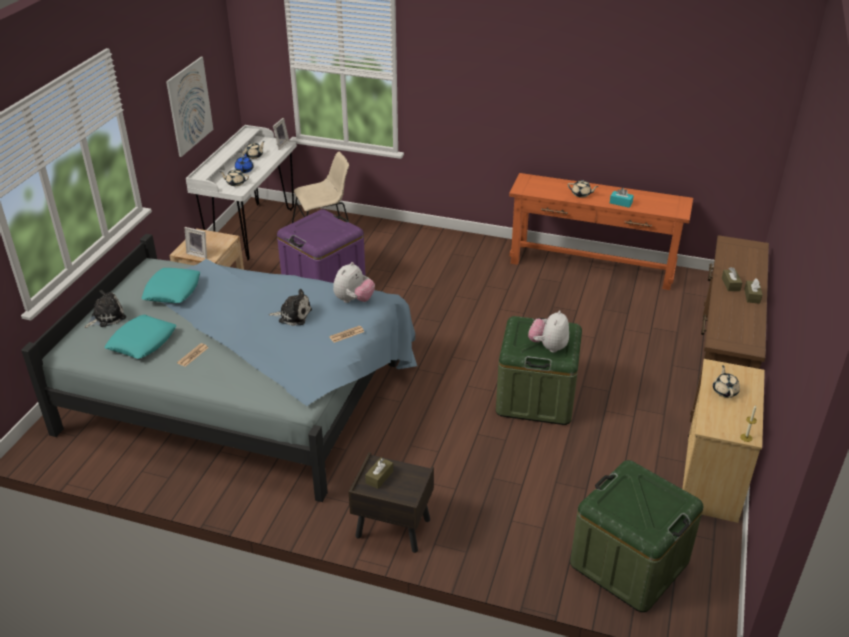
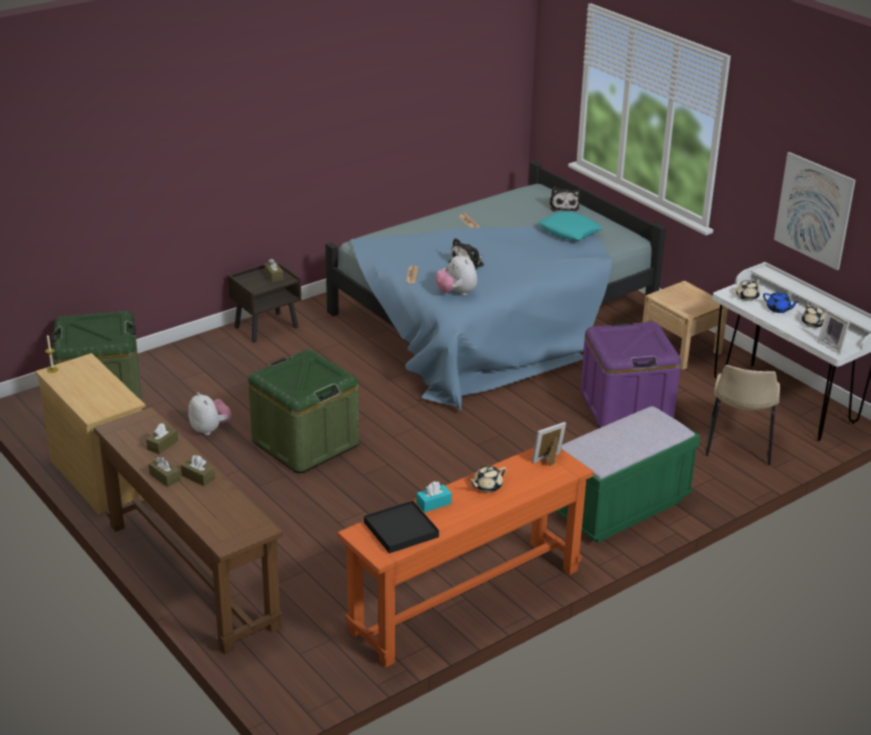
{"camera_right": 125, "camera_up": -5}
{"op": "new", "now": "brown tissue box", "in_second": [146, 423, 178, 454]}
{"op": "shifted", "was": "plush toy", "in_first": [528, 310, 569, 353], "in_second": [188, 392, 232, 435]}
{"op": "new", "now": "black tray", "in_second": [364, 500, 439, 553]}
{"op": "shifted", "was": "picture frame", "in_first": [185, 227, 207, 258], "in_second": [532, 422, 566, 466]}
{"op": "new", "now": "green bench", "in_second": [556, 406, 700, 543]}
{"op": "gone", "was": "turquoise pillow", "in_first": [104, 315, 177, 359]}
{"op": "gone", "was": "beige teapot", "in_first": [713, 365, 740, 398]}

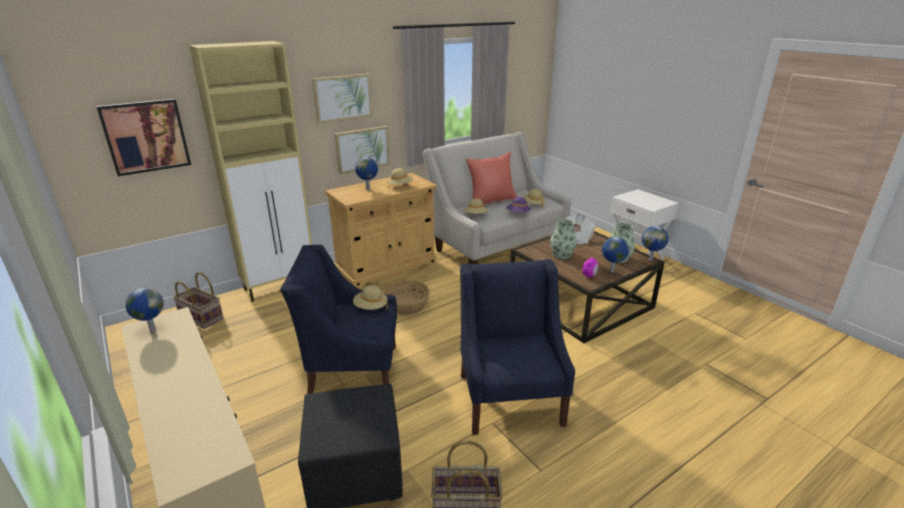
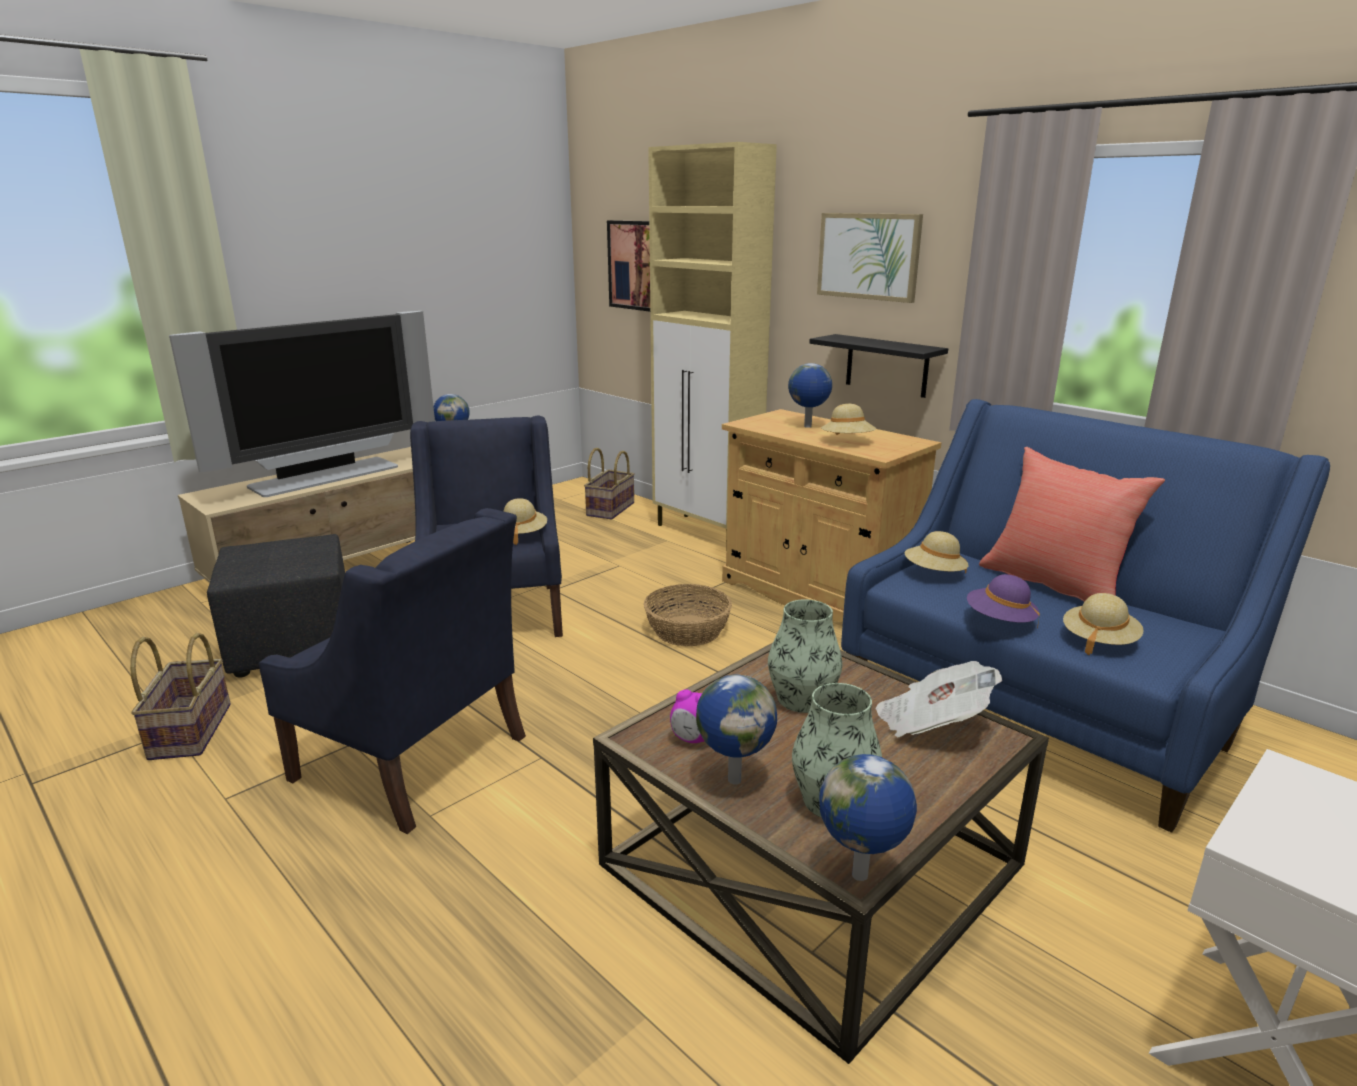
{"camera_right": 80, "camera_up": -5}
{"op": "new", "now": "television", "in_second": [169, 311, 435, 497]}
{"op": "rotated", "was": "blue armchair", "in_first": [460, 259, 575, 435], "in_second": [259, 508, 526, 834], "clockwise": 45}
{"op": "swapped", "was": "picture", "now": "black shelf", "in_first": [335, 126, 390, 174], "in_second": [809, 334, 948, 398]}
{"op": "repainted", "was": "beige sofa", "now": "blue sofa", "in_first": [423, 132, 571, 265], "in_second": [841, 399, 1330, 833]}

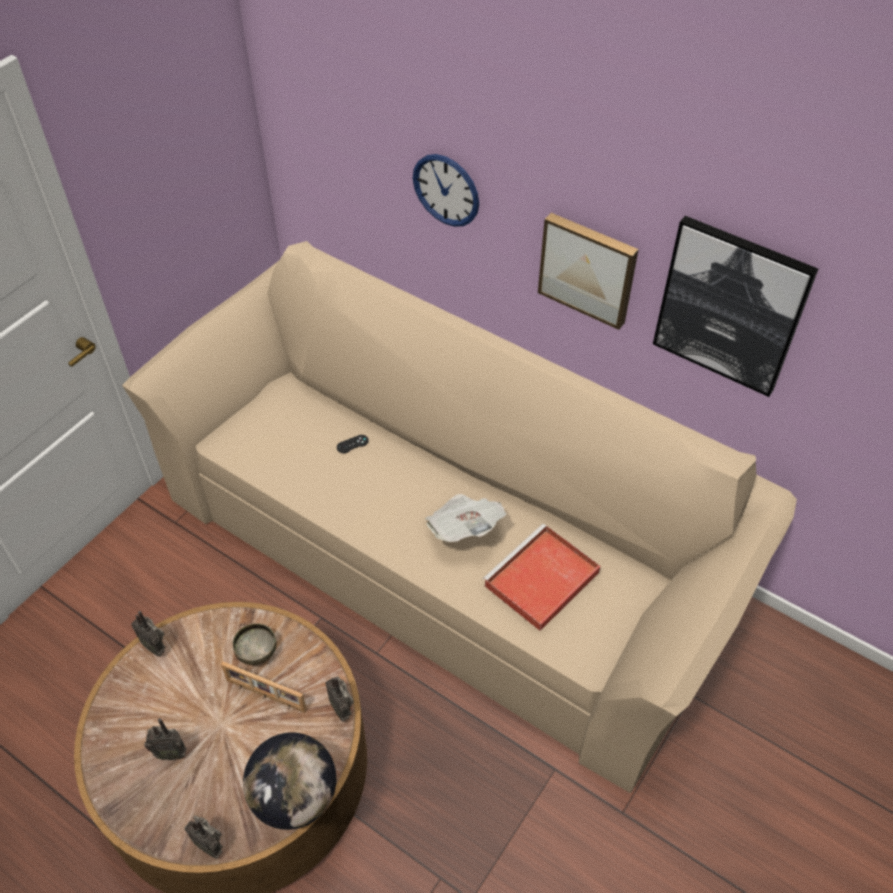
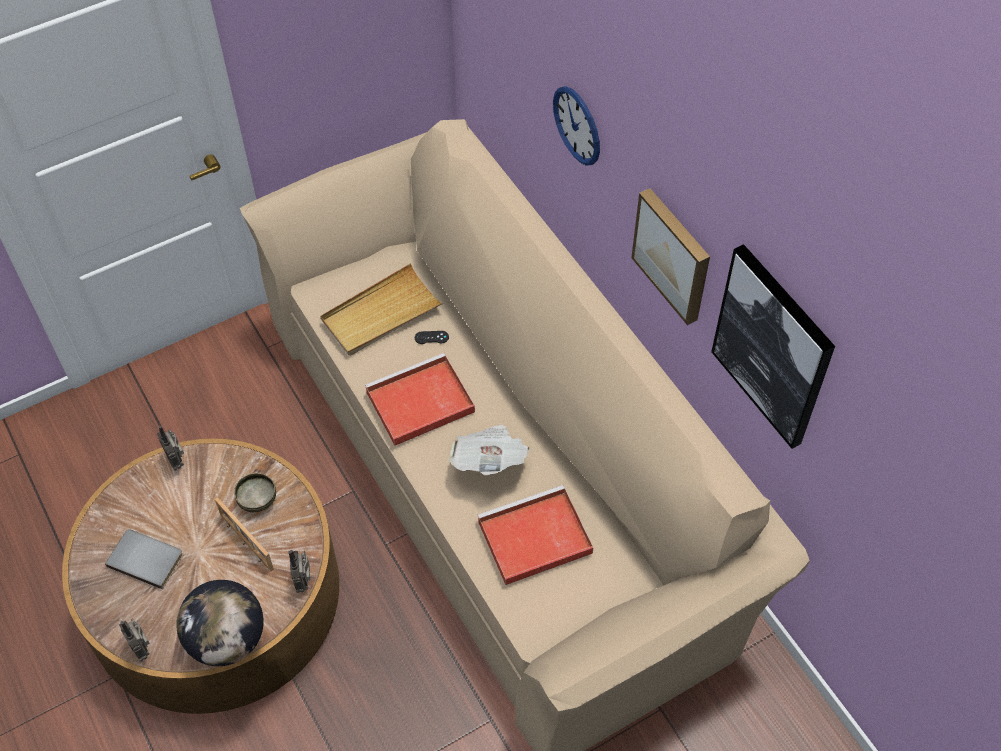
{"camera_right": 25, "camera_up": 5}
{"op": "swapped", "was": "radio", "now": "grey book", "in_first": [144, 718, 186, 760], "in_second": [105, 529, 183, 589]}
{"op": "new", "now": "beige tray", "in_second": [320, 263, 444, 356]}
{"op": "new", "now": "red tray", "in_second": [365, 353, 475, 446]}

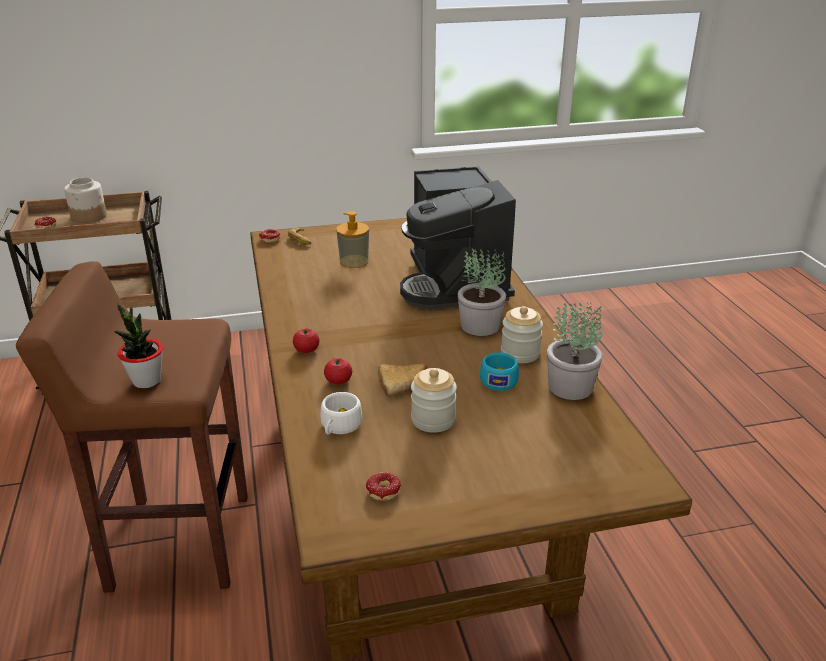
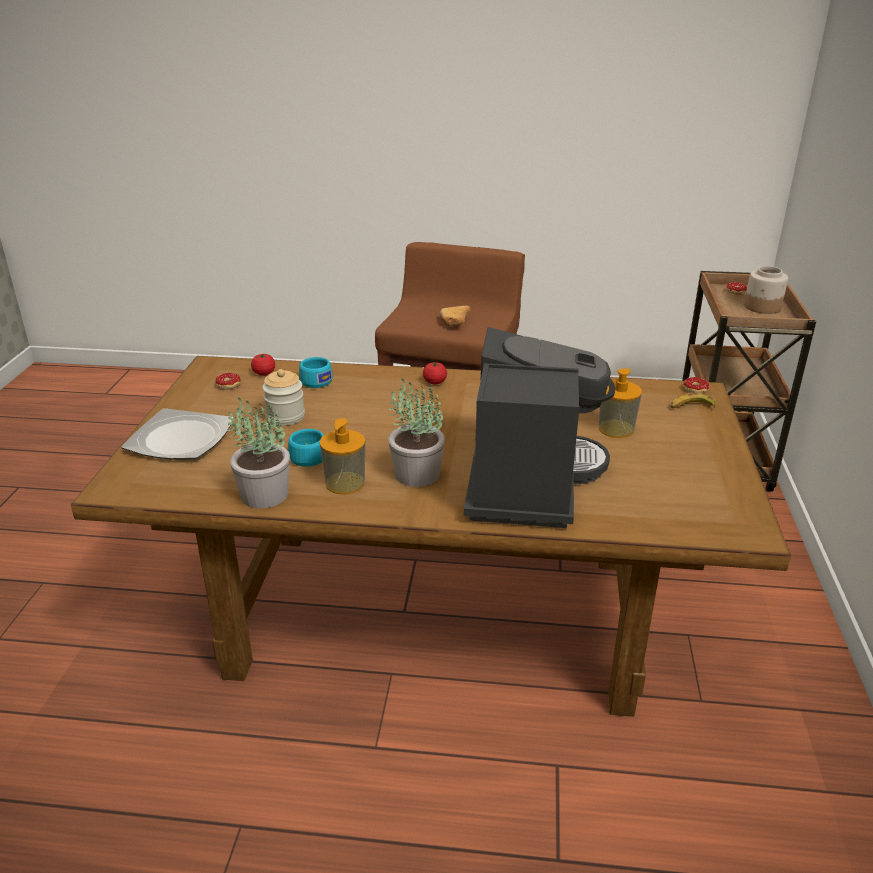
{"camera_right": 110, "camera_up": 0}
{"op": "new", "now": "plate", "in_second": [121, 408, 234, 460]}
{"op": "shifted", "was": "tomato", "in_first": [324, 357, 352, 385], "in_second": [251, 354, 275, 375]}
{"op": "repainted", "was": "white cup", "now": "turquoise cup", "in_first": [321, 392, 362, 434], "in_second": [299, 357, 333, 388]}
{"op": "swapped", "was": "jar", "now": "soap dispenser", "in_first": [501, 306, 543, 363], "in_second": [320, 418, 365, 495]}
{"op": "shifted", "was": "bread", "in_first": [378, 363, 427, 397], "in_second": [439, 306, 471, 327]}
{"op": "rotated", "was": "coffee machine", "in_first": [400, 166, 516, 309], "in_second": [464, 327, 615, 528], "clockwise": 90}
{"op": "gone", "was": "potted plant", "in_first": [114, 303, 163, 388]}

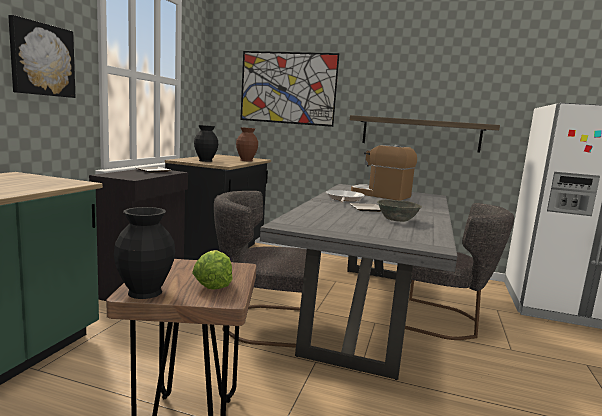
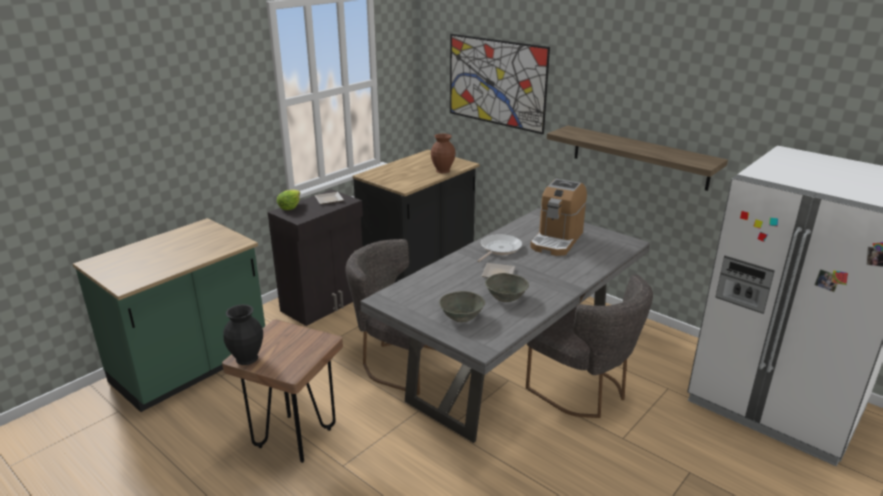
{"camera_right": 25, "camera_up": 15}
{"op": "shifted", "was": "lettuce", "in_first": [192, 250, 233, 290], "in_second": [277, 190, 301, 210]}
{"op": "new", "now": "grey bowl", "in_second": [439, 291, 485, 322]}
{"op": "rotated", "was": "coffee machine", "in_first": [351, 145, 417, 200], "in_second": [530, 179, 587, 256], "clockwise": -120}
{"op": "gone", "was": "picture", "in_first": [8, 15, 75, 98]}
{"op": "gone", "was": "black vase", "in_first": [194, 125, 218, 162]}

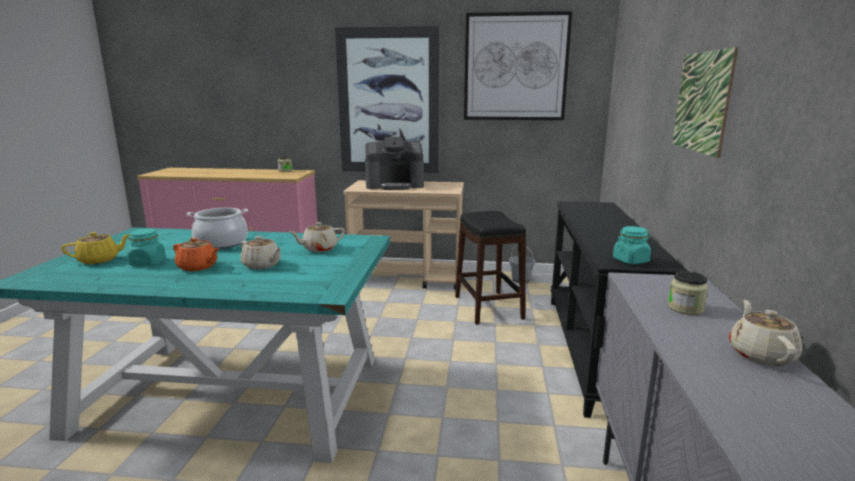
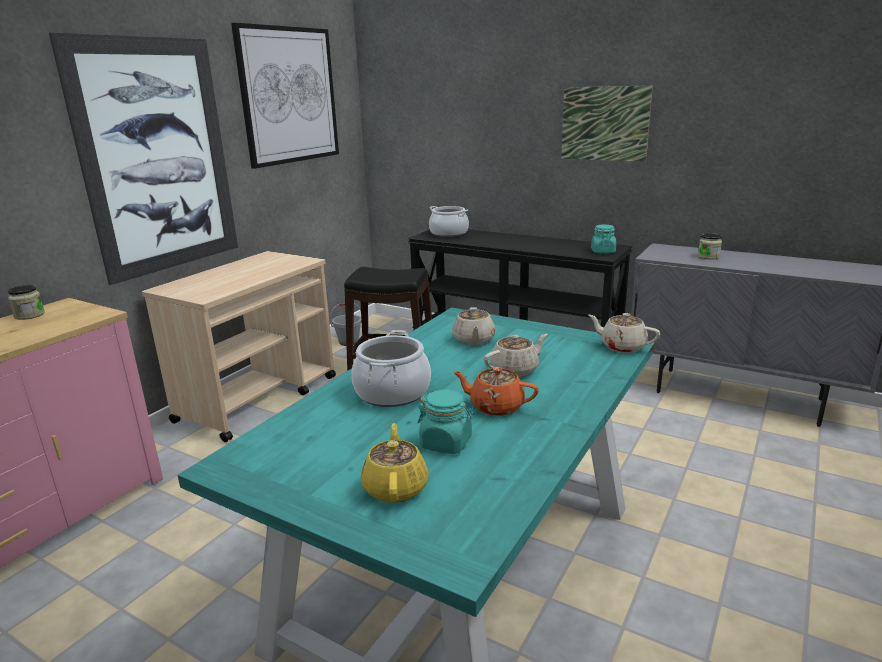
{"camera_right": -65, "camera_up": 5}
{"op": "new", "now": "cooking pot", "in_second": [429, 206, 469, 237]}
{"op": "rotated", "was": "orange teapot", "in_first": [173, 237, 220, 271], "in_second": [452, 367, 539, 416], "clockwise": -120}
{"op": "shifted", "was": "beige teapot", "in_first": [729, 300, 803, 366], "in_second": [588, 313, 660, 353]}
{"op": "gone", "was": "coffee machine", "in_first": [365, 137, 424, 190]}

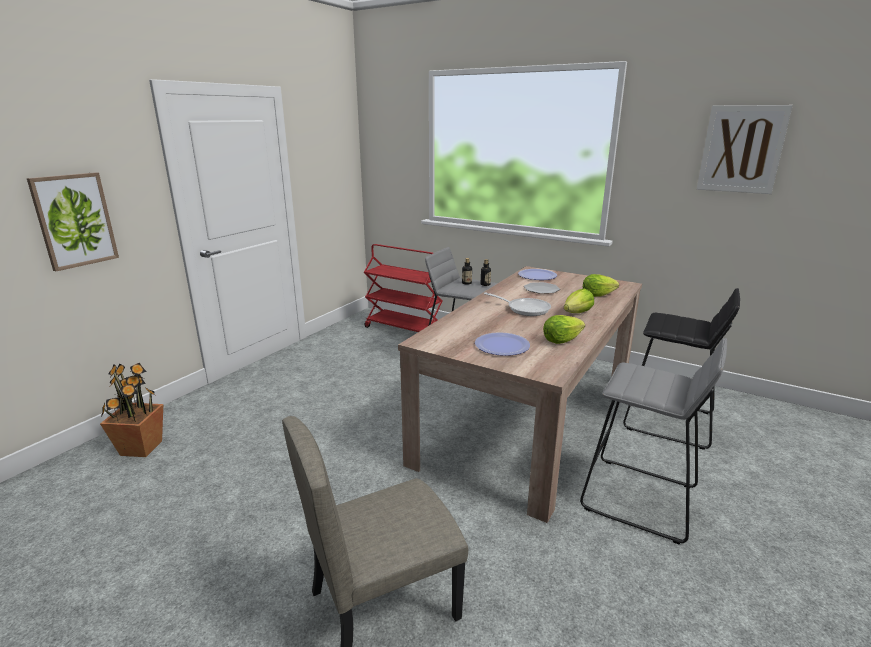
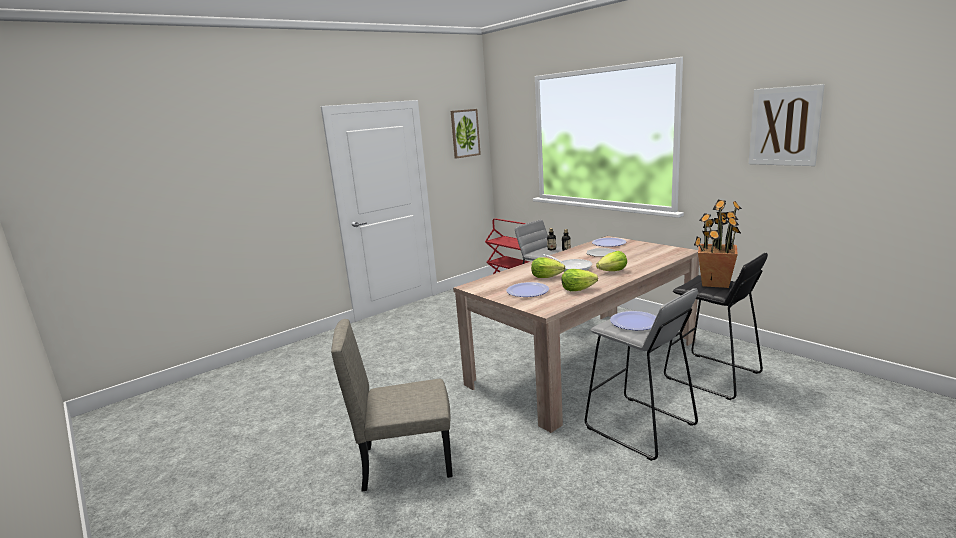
{"camera_right": 20, "camera_up": -5}
{"op": "shifted", "was": "picture", "in_first": [27, 172, 119, 271], "in_second": [451, 109, 481, 159]}
{"op": "shifted", "was": "lettuce", "in_first": [583, 274, 619, 297], "in_second": [531, 257, 565, 278]}
{"op": "new", "now": "plate", "in_second": [610, 311, 657, 330]}
{"op": "shifted", "was": "potted plant", "in_first": [100, 363, 163, 457], "in_second": [694, 200, 742, 288]}

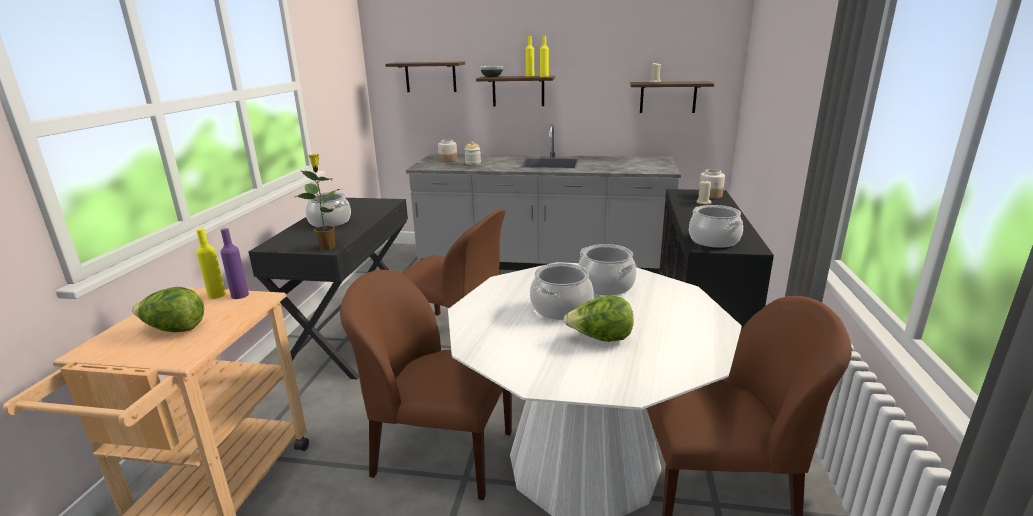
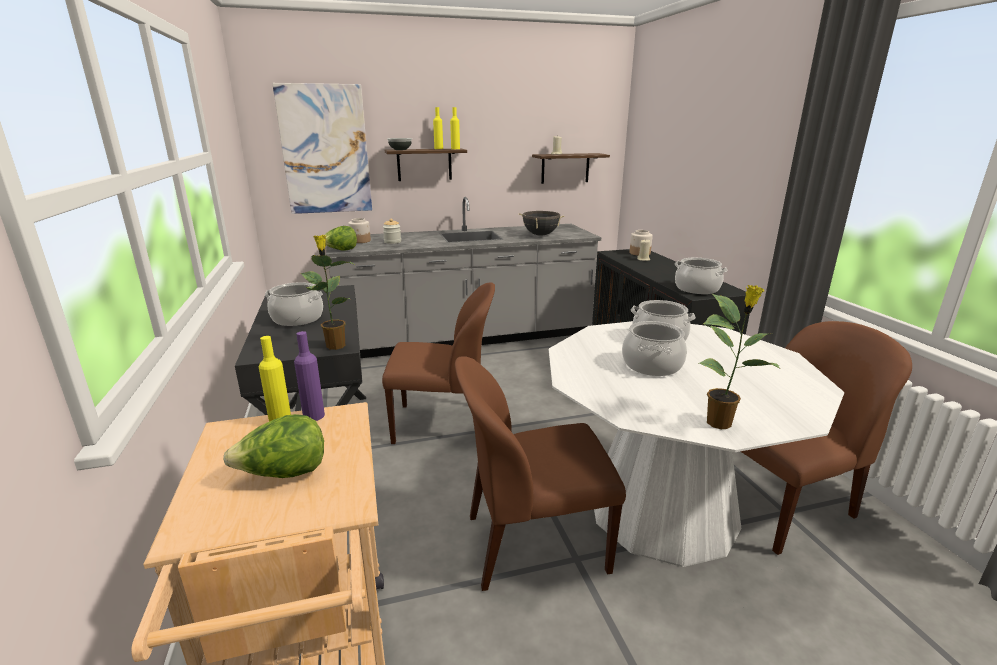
{"camera_right": -25, "camera_up": 0}
{"op": "swapped", "was": "shelf", "now": "picture", "in_first": [385, 62, 465, 92], "in_second": [272, 83, 372, 214]}
{"op": "shifted", "was": "lettuce", "in_first": [564, 296, 633, 342], "in_second": [325, 226, 357, 251]}
{"op": "new", "now": "black cooking pot", "in_second": [519, 211, 565, 236]}
{"op": "new", "now": "potted plant", "in_second": [699, 285, 781, 429]}

